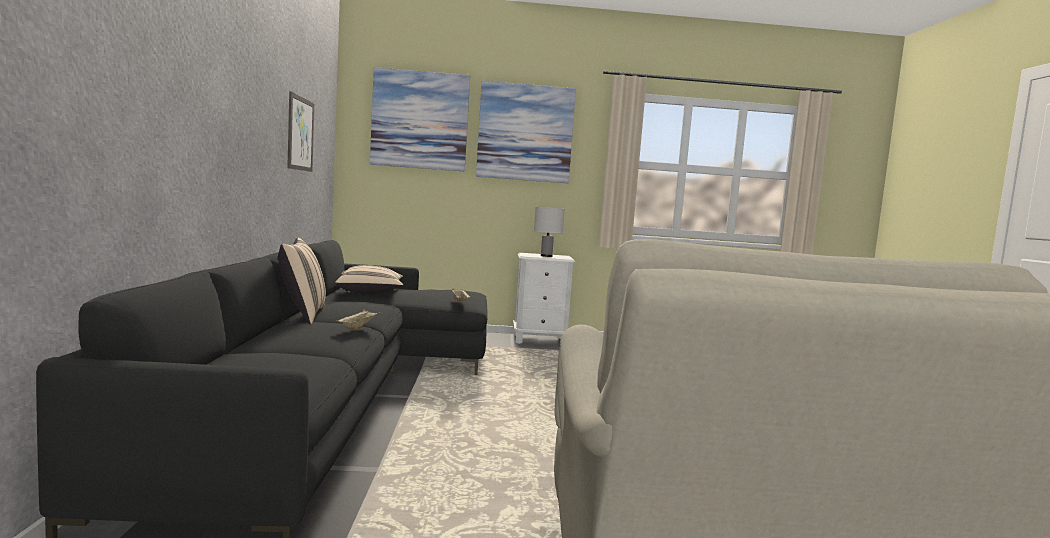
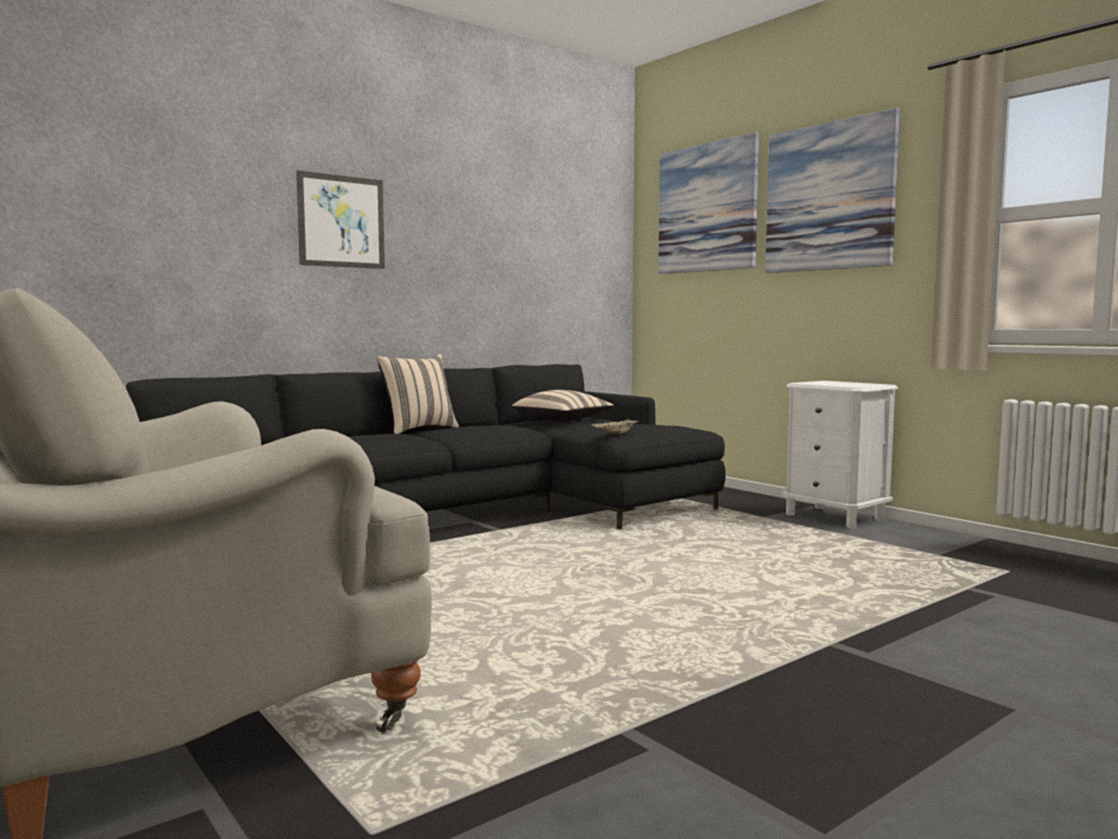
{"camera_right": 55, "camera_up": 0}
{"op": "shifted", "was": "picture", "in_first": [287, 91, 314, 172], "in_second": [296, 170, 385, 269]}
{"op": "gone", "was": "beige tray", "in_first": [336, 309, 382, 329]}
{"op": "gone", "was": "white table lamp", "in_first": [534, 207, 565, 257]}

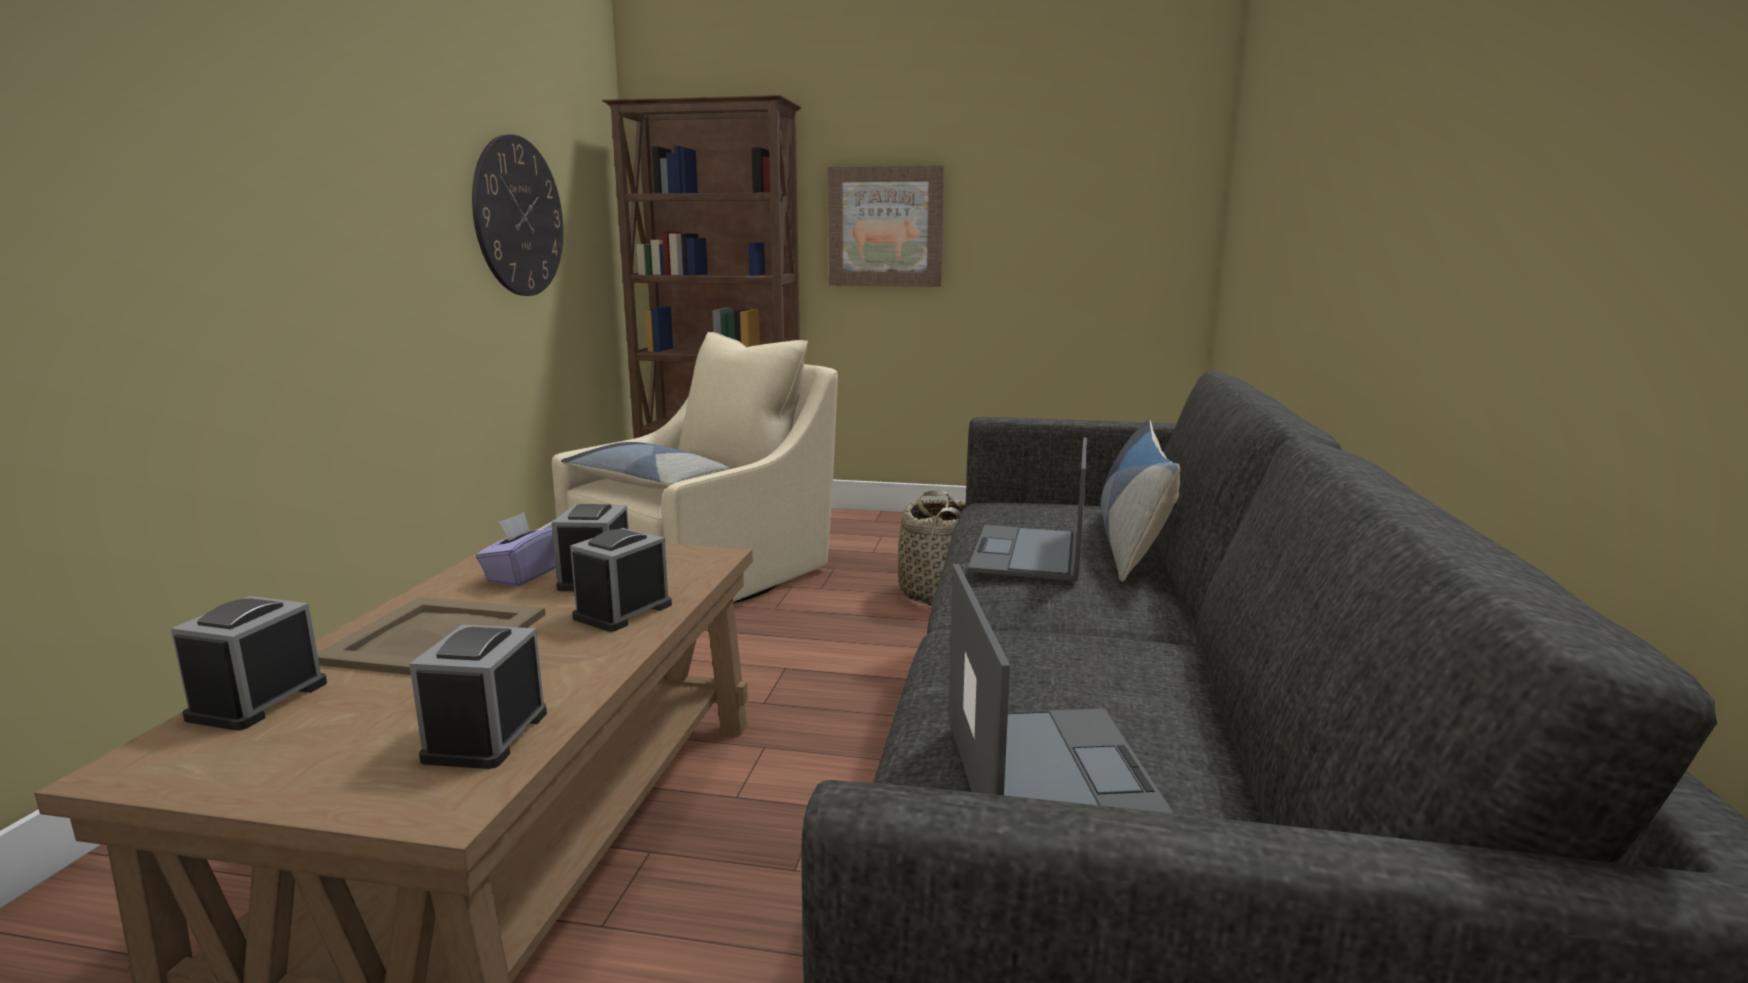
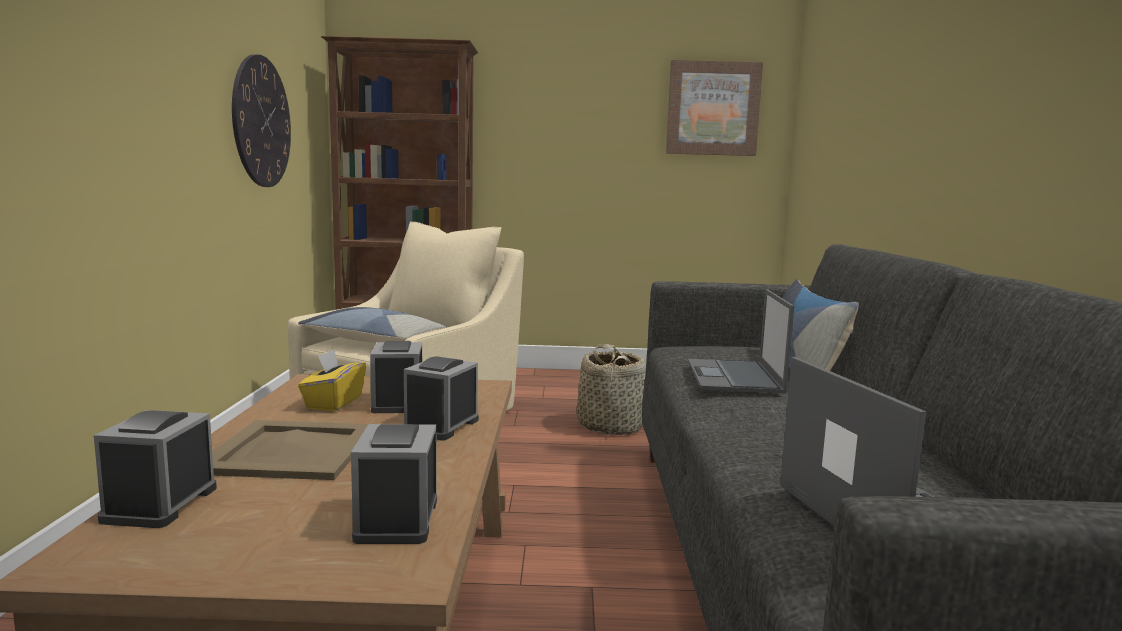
{"camera_right": -10, "camera_up": -5}
{"op": "repainted", "was": "purple tissue box", "now": "yellow tissue box", "in_first": [475, 512, 556, 587], "in_second": [298, 349, 366, 411]}
{"op": "shifted", "was": "picture", "in_first": [828, 165, 944, 287], "in_second": [666, 60, 763, 156]}

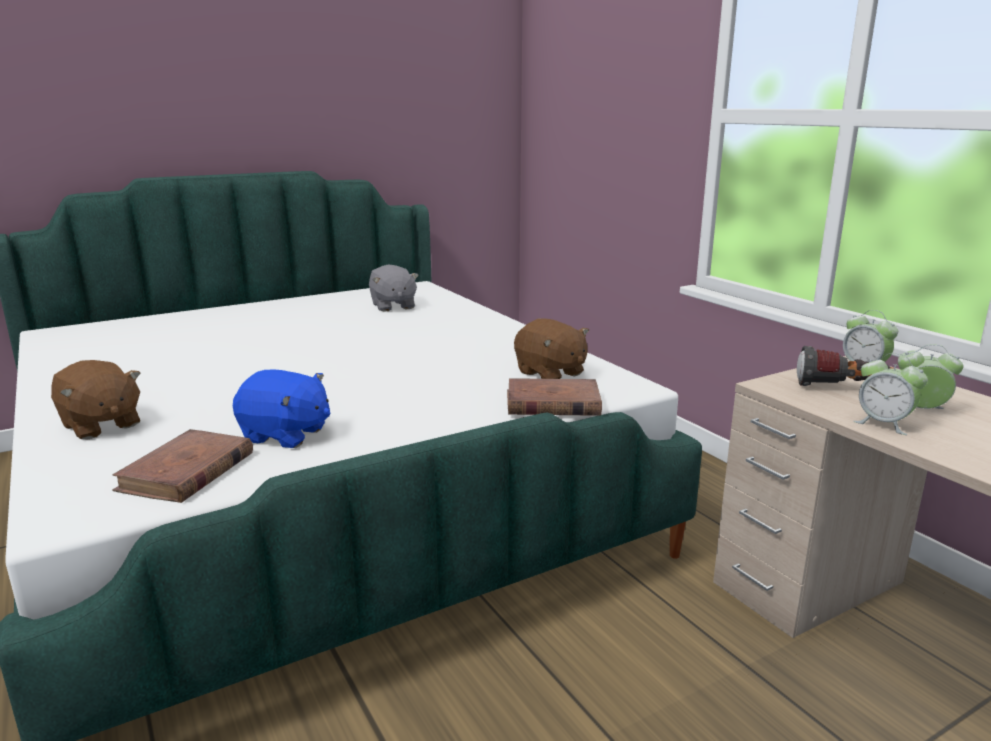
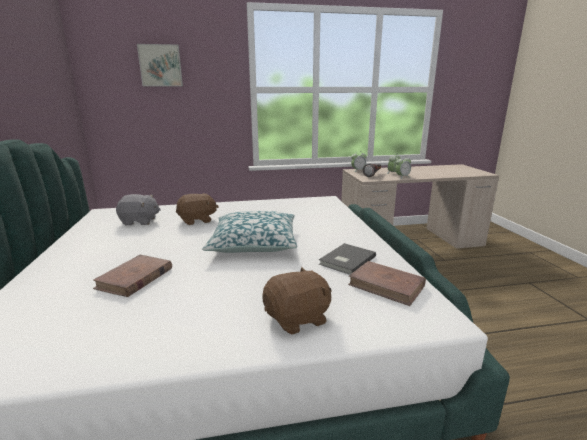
{"camera_right": -70, "camera_up": 0}
{"op": "shifted", "was": "brown book", "in_first": [507, 378, 602, 416], "in_second": [93, 255, 172, 297]}
{"op": "new", "now": "picture", "in_second": [137, 44, 183, 86]}
{"op": "shifted", "was": "brown plush toy", "in_first": [514, 319, 589, 379], "in_second": [176, 193, 219, 225]}
{"op": "new", "now": "pillow", "in_second": [202, 211, 297, 253]}
{"op": "swapped", "was": "blue plush toy", "now": "grey book", "in_first": [233, 369, 330, 448], "in_second": [319, 243, 376, 275]}

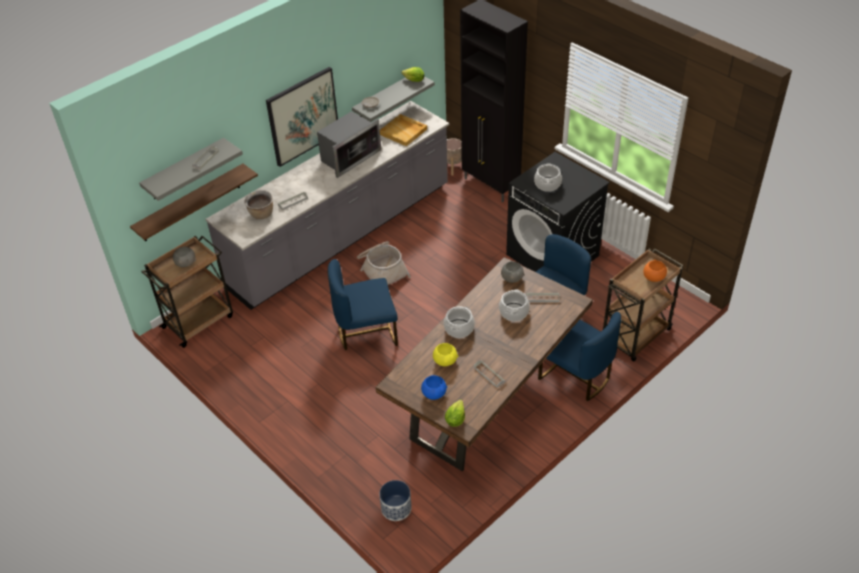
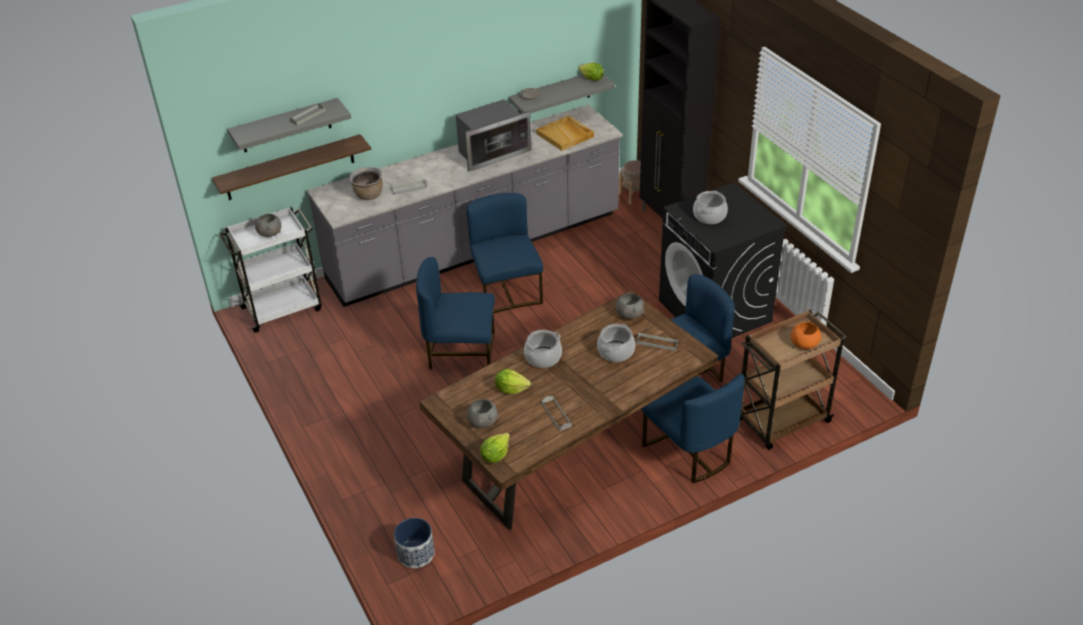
{"camera_right": 15, "camera_up": -5}
{"op": "repainted", "was": "brown cart", "now": "white cart", "in_first": [141, 236, 233, 348], "in_second": [219, 207, 322, 333]}
{"op": "swapped", "was": "basket", "now": "blue chair", "in_first": [357, 241, 411, 285], "in_second": [466, 193, 543, 313]}
{"op": "repainted", "was": "blue bowl", "now": "grey bowl", "in_first": [421, 375, 447, 400], "in_second": [467, 399, 499, 428]}
{"op": "swapped", "was": "yellow bowl", "now": "lettuce", "in_first": [433, 343, 458, 366], "in_second": [495, 369, 531, 394]}
{"op": "gone", "was": "picture", "in_first": [266, 67, 338, 167]}

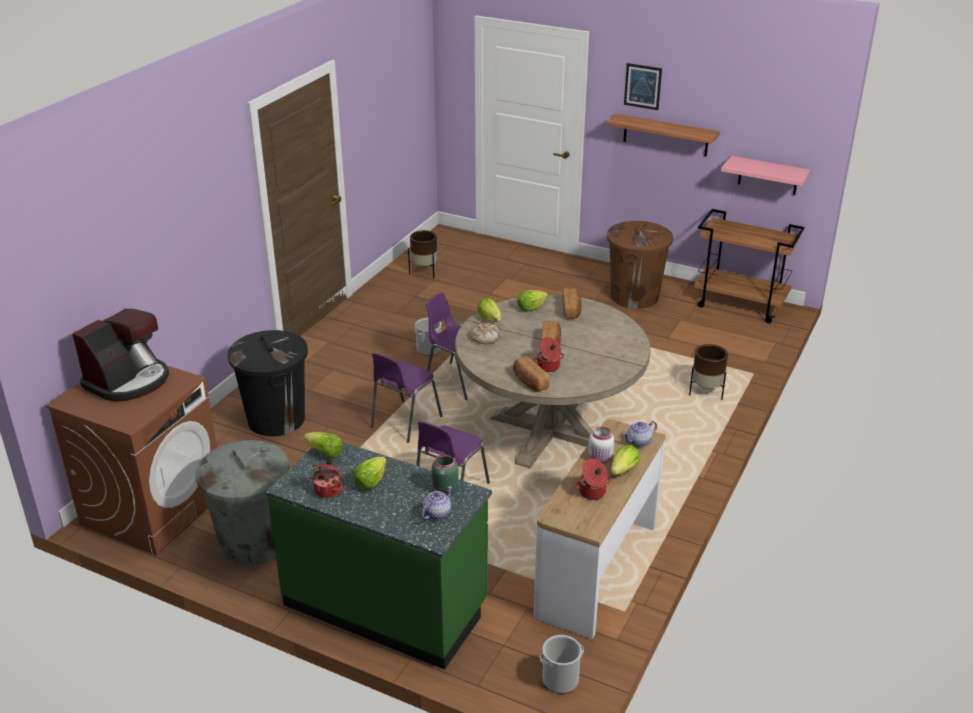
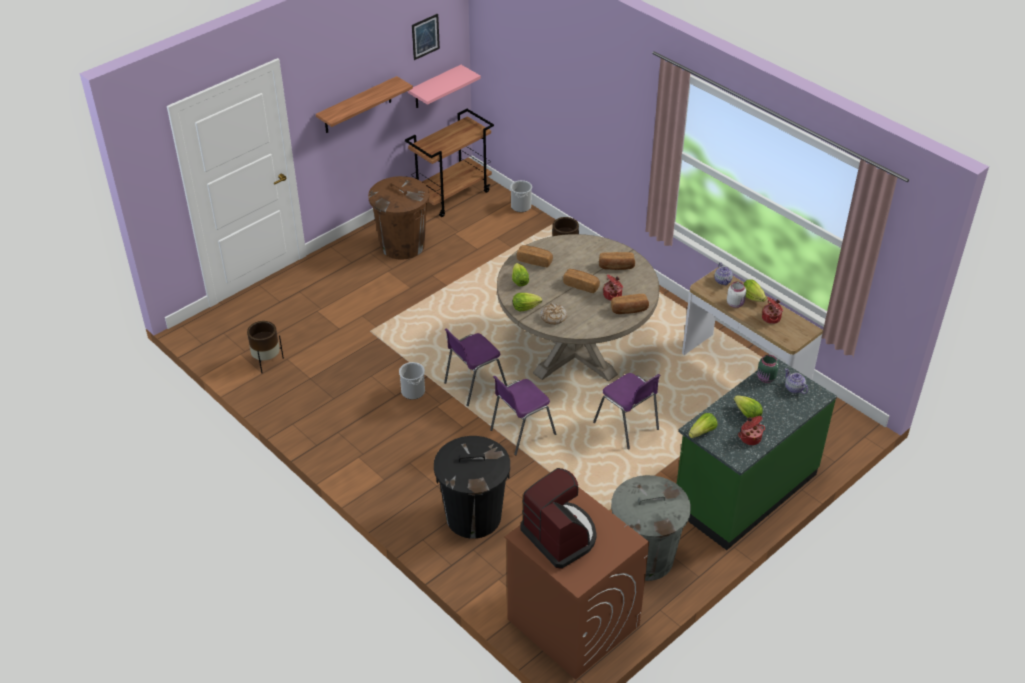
{"camera_right": -70, "camera_up": 10}
{"op": "shifted", "was": "picture", "in_first": [624, 63, 662, 110], "in_second": [412, 13, 440, 60]}
{"op": "rotated", "was": "purple chair", "in_first": [371, 352, 442, 443], "in_second": [490, 376, 556, 455], "clockwise": 90}
{"op": "shifted", "was": "bucket", "in_first": [540, 635, 584, 693], "in_second": [510, 180, 532, 212]}
{"op": "new", "now": "bread", "in_second": [599, 252, 635, 270]}

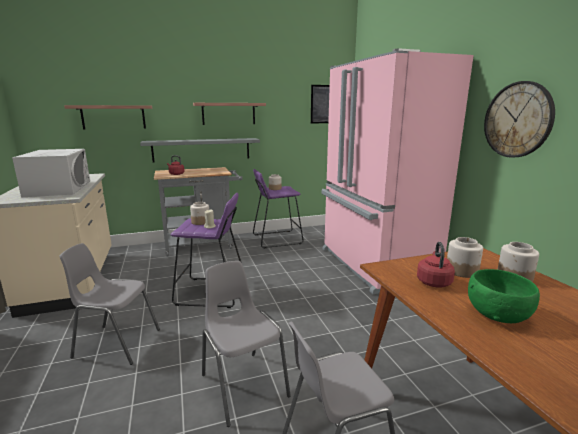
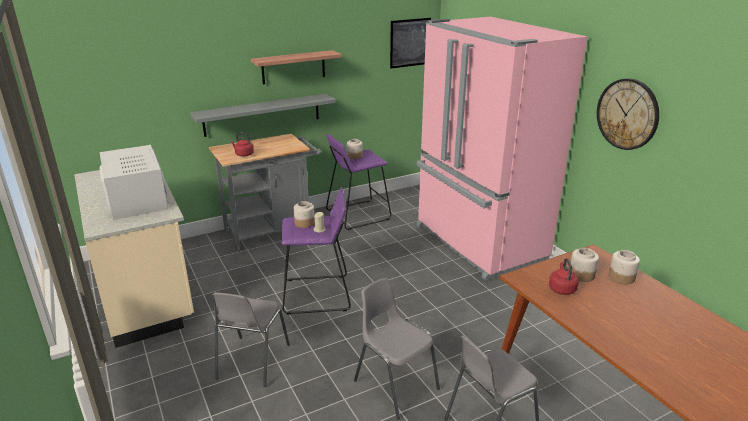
{"camera_right": -10, "camera_up": 10}
{"op": "rotated", "was": "grey chair", "in_first": [59, 243, 160, 365], "in_second": [212, 292, 290, 387], "clockwise": -75}
{"op": "gone", "was": "shelf", "in_first": [64, 105, 152, 130]}
{"op": "gone", "was": "green bowl", "in_first": [468, 269, 540, 323]}

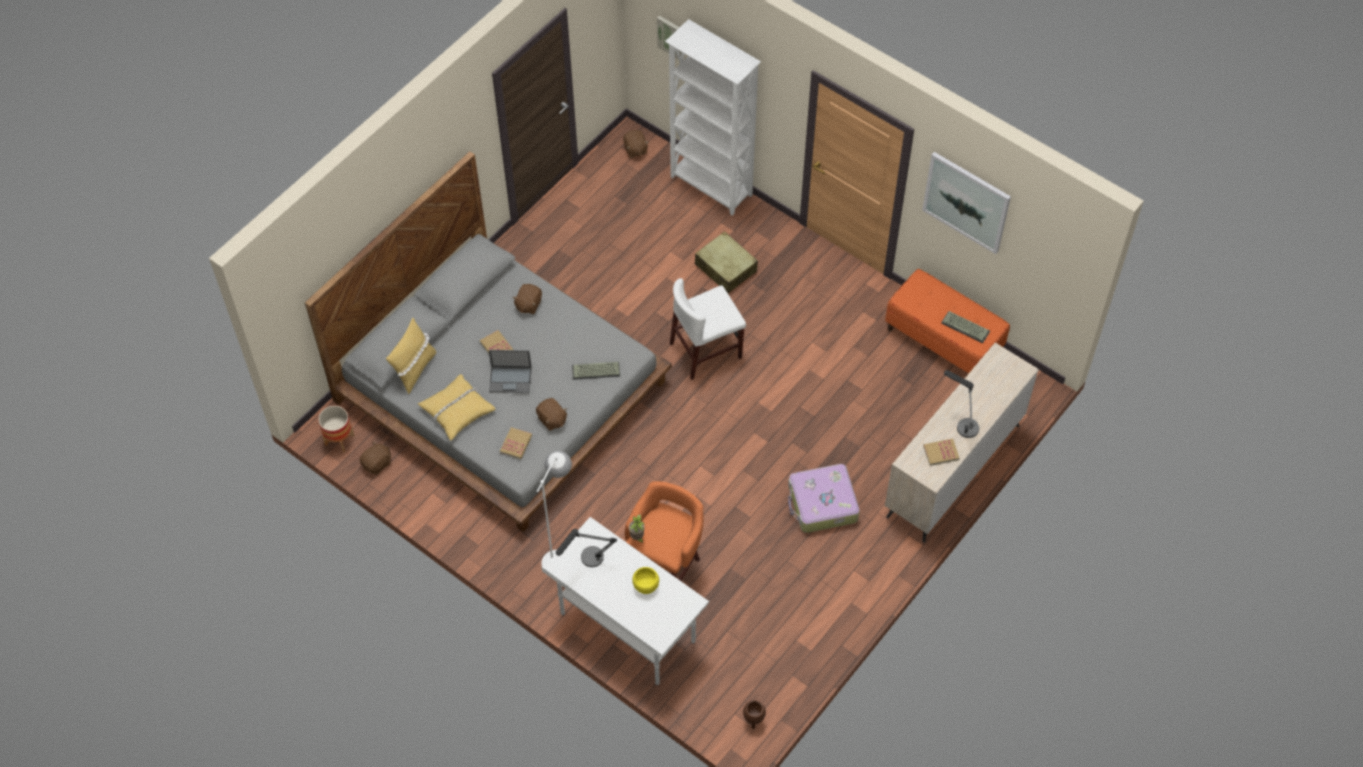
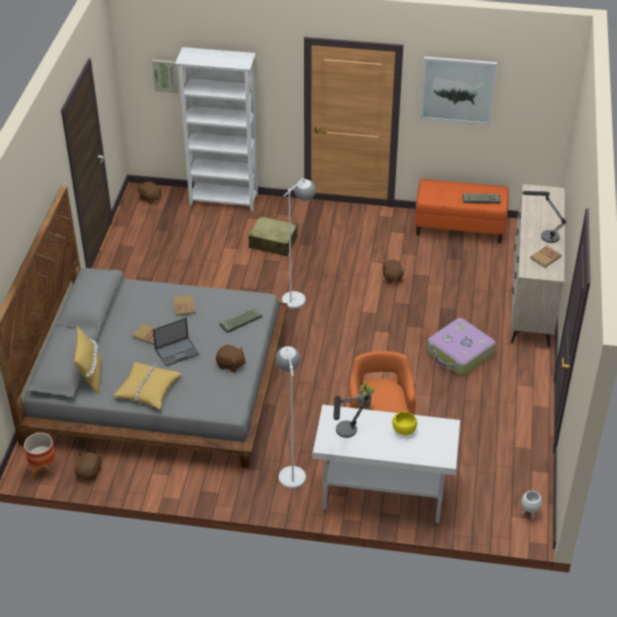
{"camera_right": -30, "camera_up": -15}
{"op": "shifted", "was": "book", "in_first": [500, 427, 532, 459], "in_second": [173, 295, 195, 316]}
{"op": "swapped", "was": "white chair", "now": "white floor lamp", "in_first": [670, 278, 746, 380], "in_second": [282, 178, 316, 309]}
{"op": "shifted", "was": "brown plush toy", "in_first": [512, 284, 542, 314], "in_second": [382, 260, 405, 284]}
{"op": "repainted", "was": "brown planter", "now": "white planter", "in_first": [743, 700, 766, 729], "in_second": [521, 491, 542, 520]}

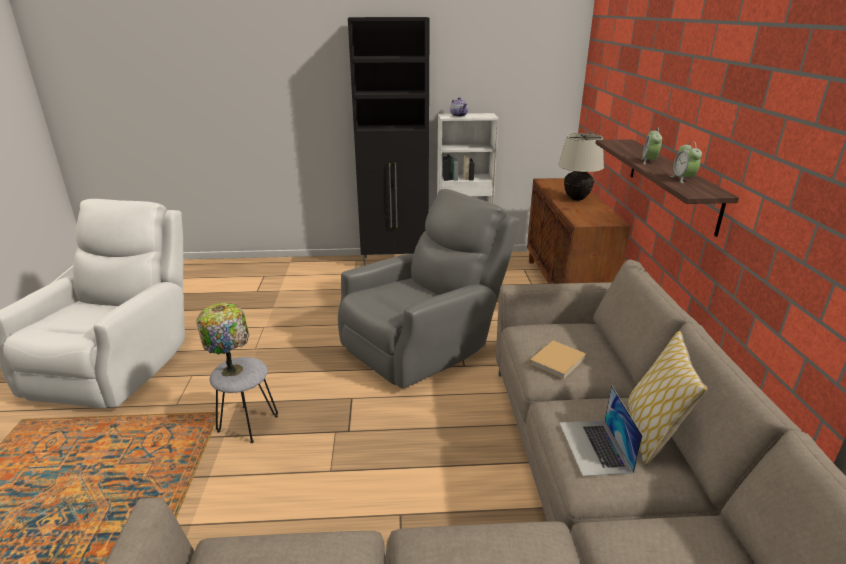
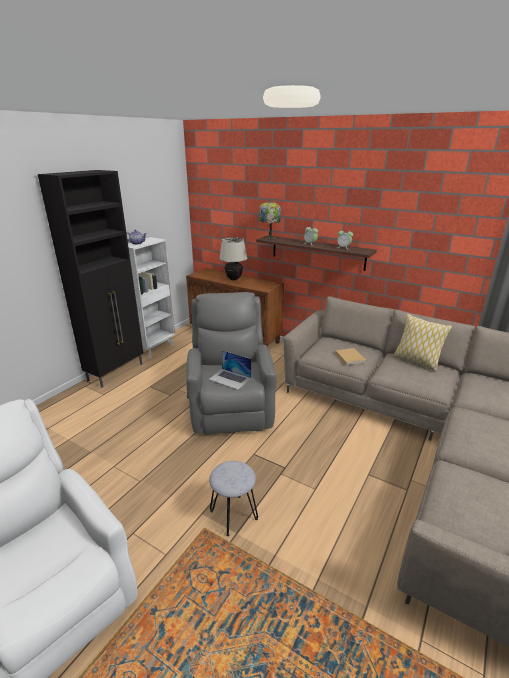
{"camera_right": -55, "camera_up": 0}
{"op": "shifted", "was": "laptop", "in_first": [559, 385, 643, 476], "in_second": [209, 350, 251, 390]}
{"op": "shifted", "was": "table lamp", "in_first": [197, 303, 249, 376], "in_second": [258, 202, 281, 239]}

